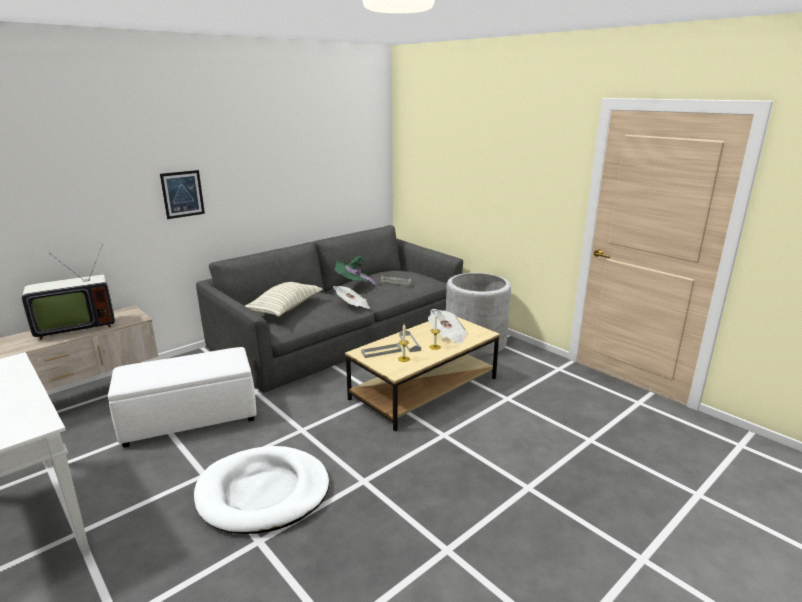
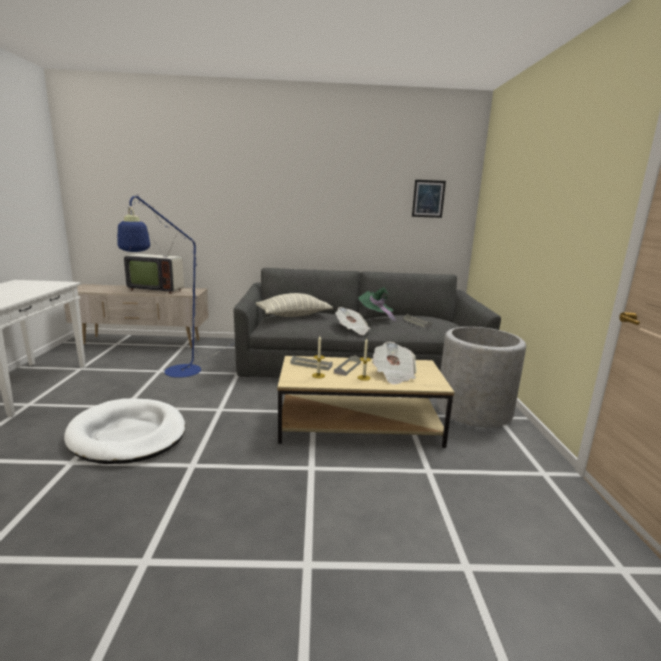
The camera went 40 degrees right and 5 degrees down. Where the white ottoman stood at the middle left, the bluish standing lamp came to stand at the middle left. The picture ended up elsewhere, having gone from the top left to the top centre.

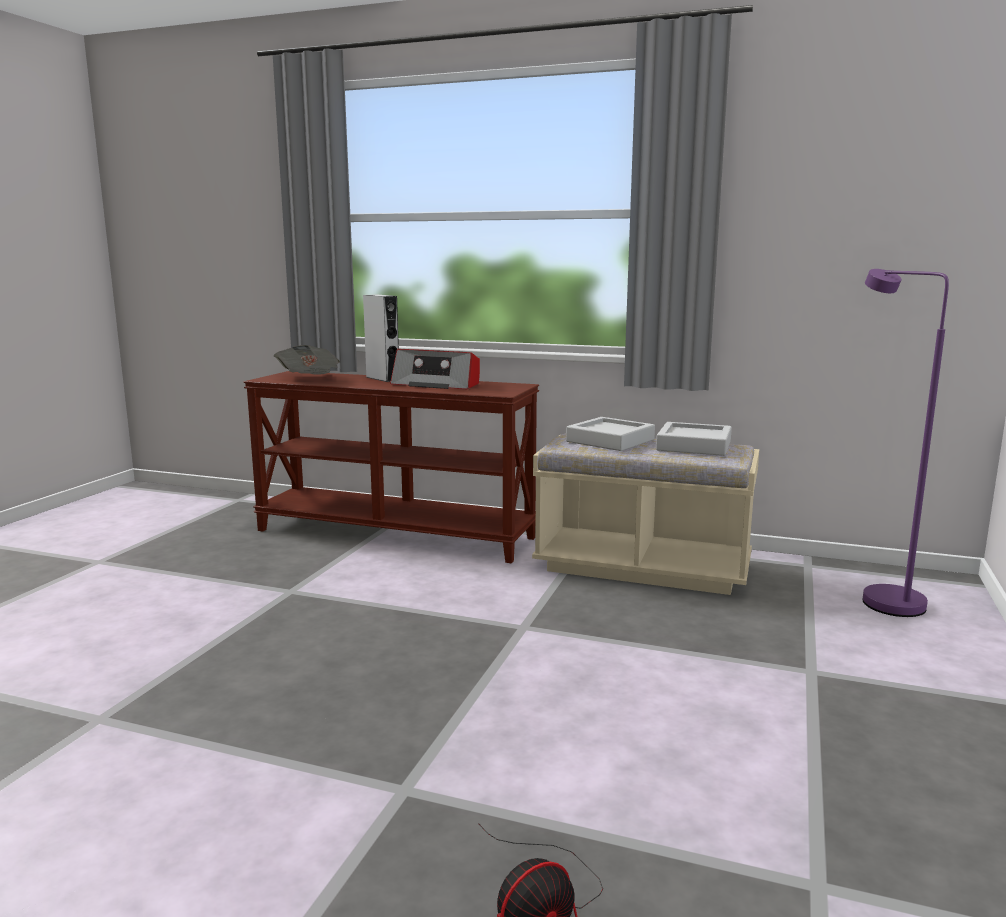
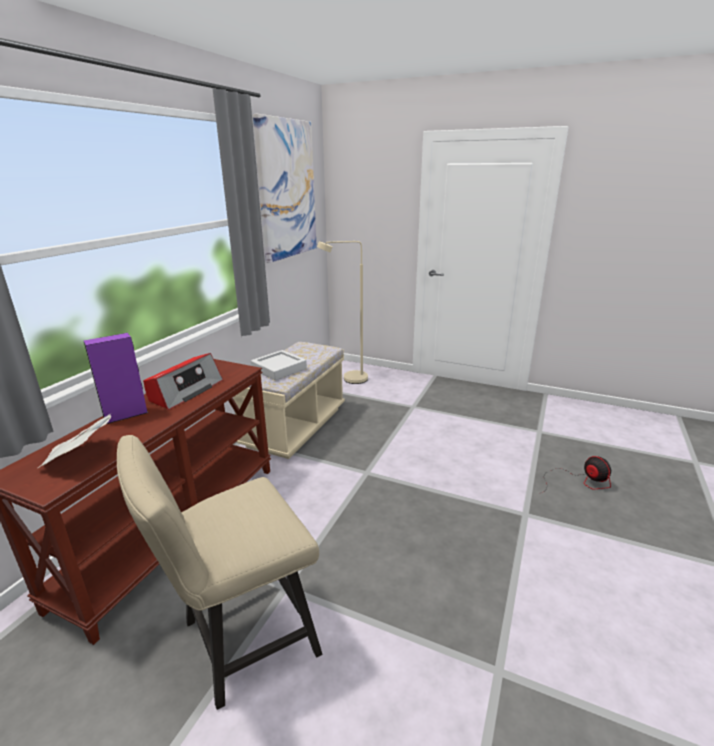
The camera went 85 degrees left and 10 degrees up. What was the greyish speaker at the centre turned into the purplish speaker at the middle left. The second view gained the beige chair at the bottom left. The second view gained the picture at the top centre. What was the purplish standing lamp at the middle right turned into the beige standing lamp at the centre. The second view lost the greyish serving tray (no. 2 from left) at the middle right.

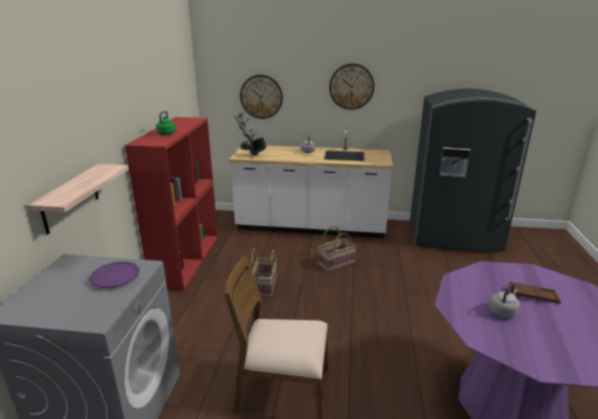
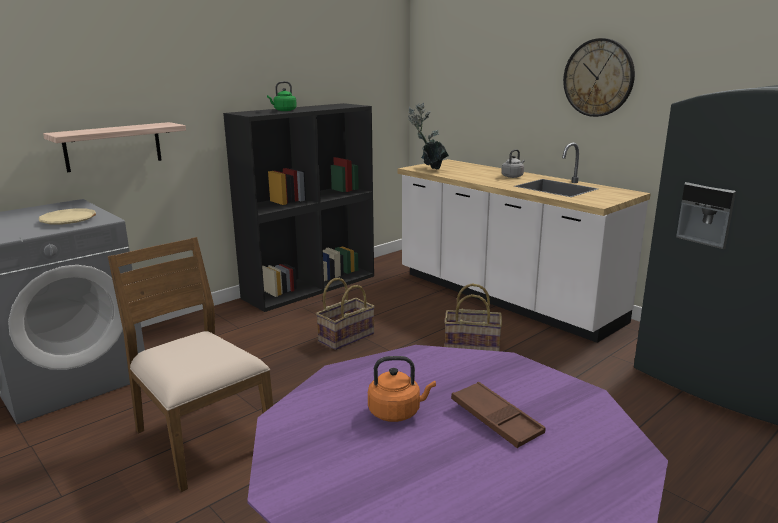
The camera went 40 degrees right and 5 degrees down. What was the purplish dinner plate at the middle left turned into the beige dinner plate at the middle left. What was the reddish shelving unit at the middle left turned into the black shelving unit at the centre. What was the greyish kettle (no. 2 from left) at the bottom right turned into the orangey kettle at the bottom centre. The second view lost the clock on the wall (no. 1 from left) at the top centre.

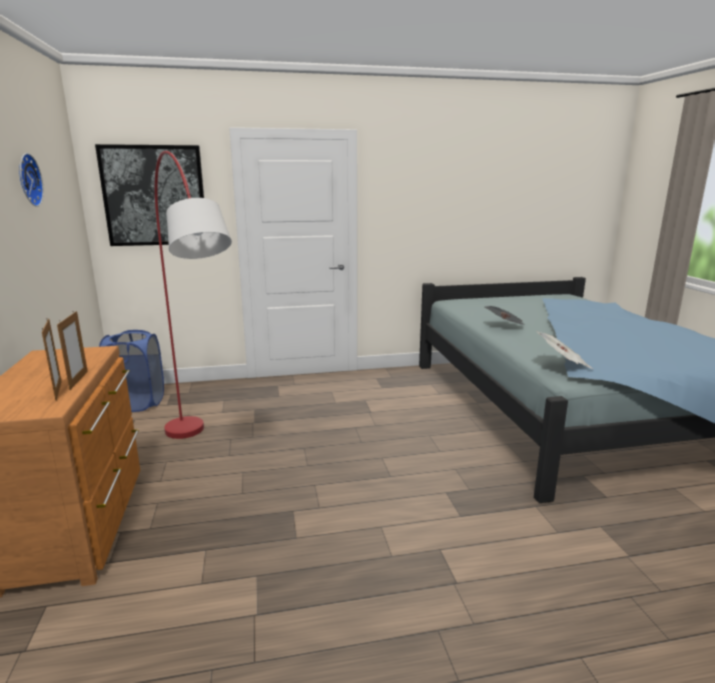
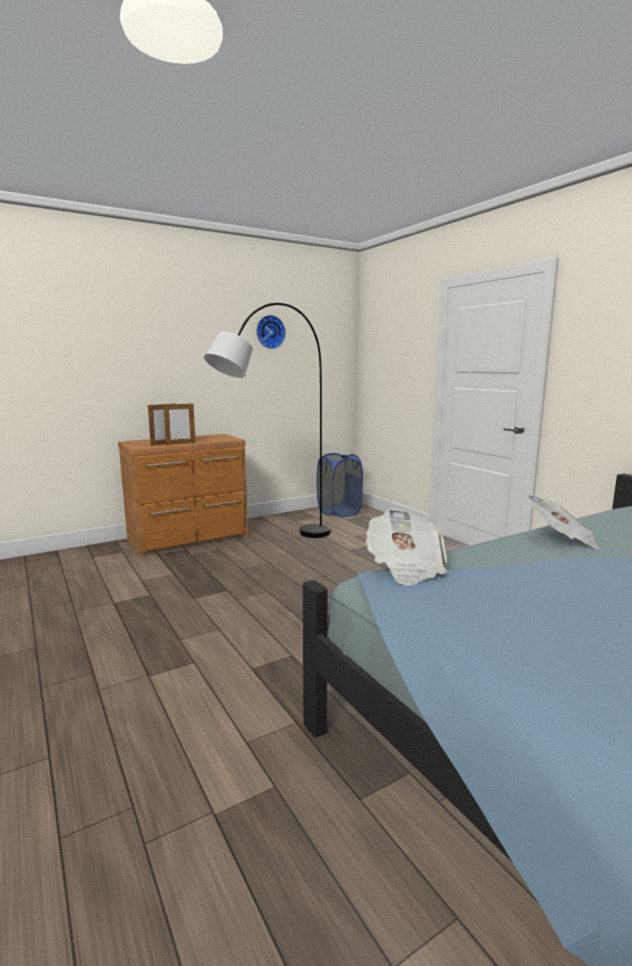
The camera went 70 degrees right and 5 degrees down. What was the reddish standing lamp at the middle left turned into the greyish standing lamp at the centre. The second view lost the picture at the top left.

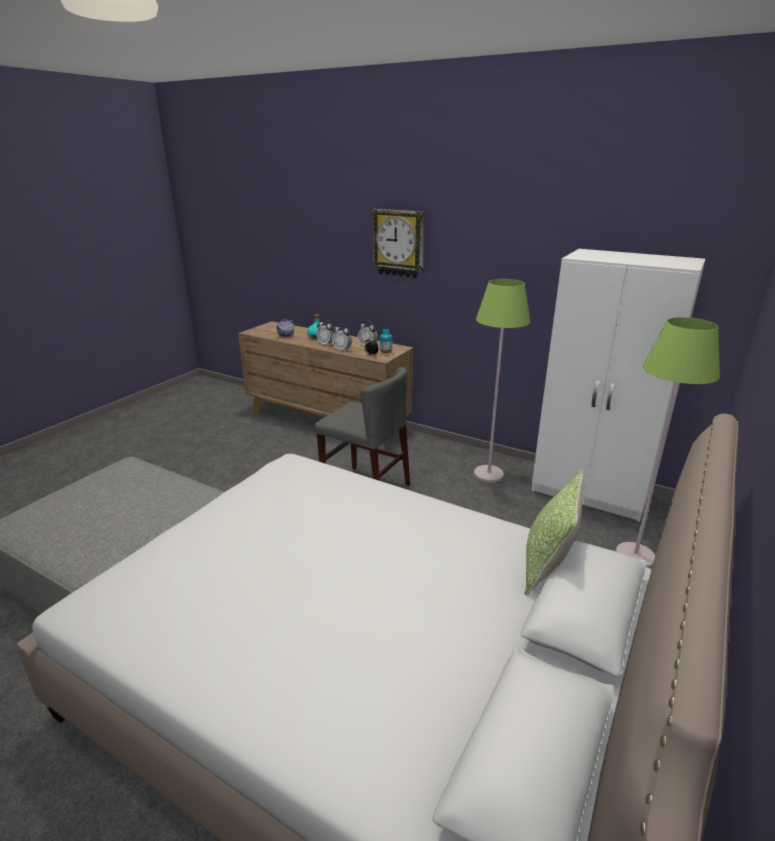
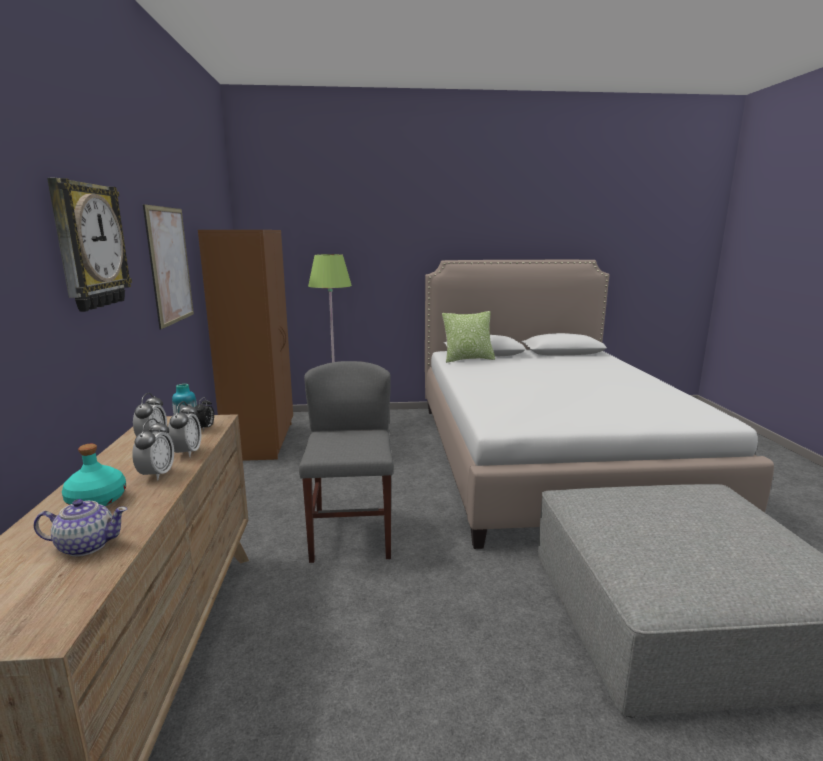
The camera went 125 degrees left and 10 degrees down. The second view gained the picture at the middle left. What was the white wardrobe at the middle right turned into the brown-coloured wardrobe at the middle left. The second view lost the greenish standing lamp (no. 1 from left) at the centre.

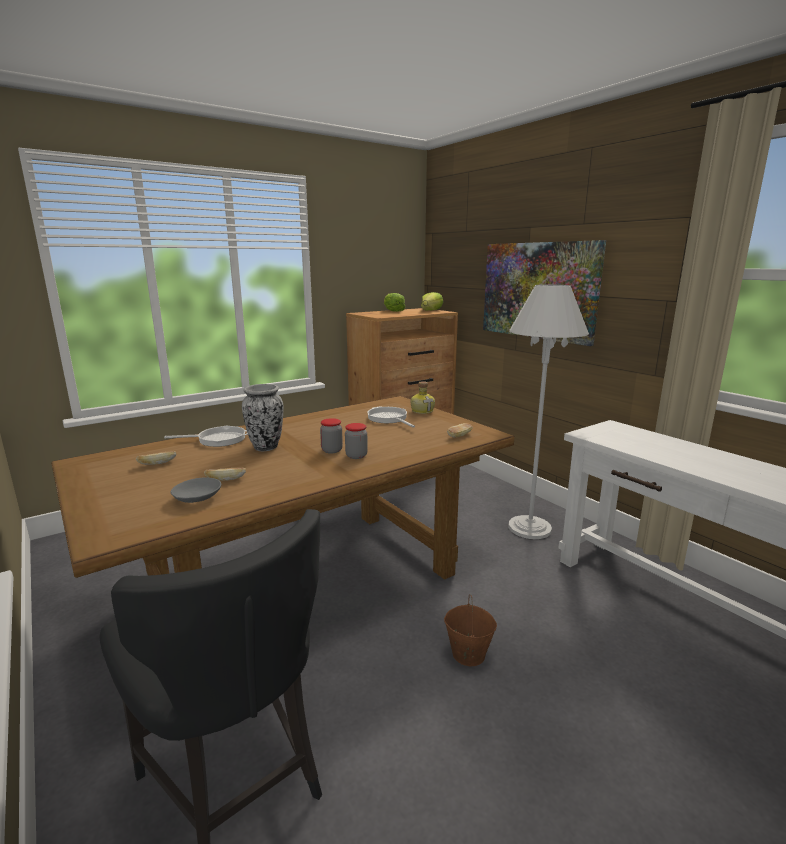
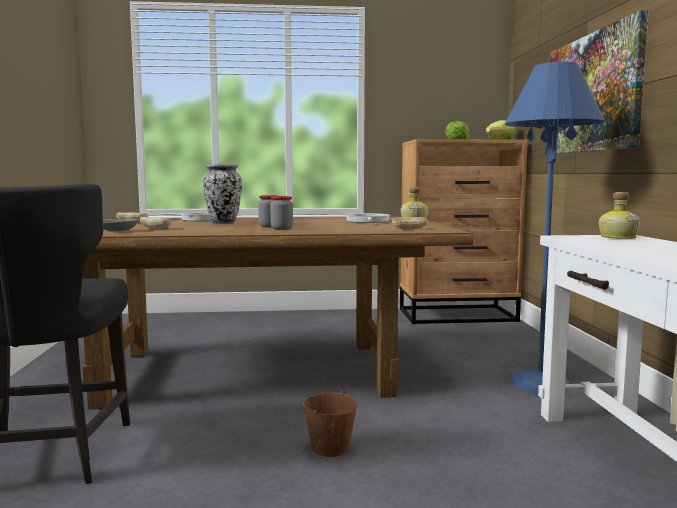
The camera went 30 degrees right and 10 degrees down. What was the white standing lamp at the middle right turned into the bluish standing lamp at the middle right. The second view gained the bottle (no. 2 from left) at the middle right.

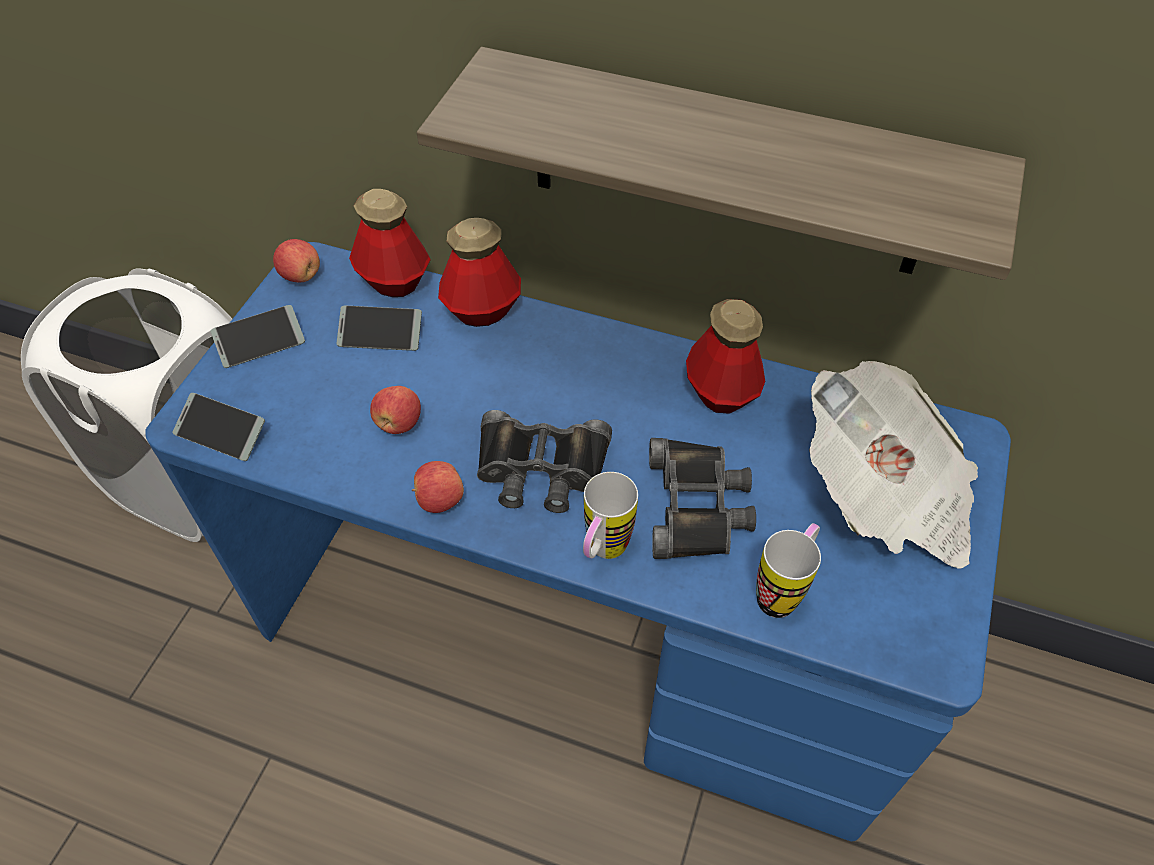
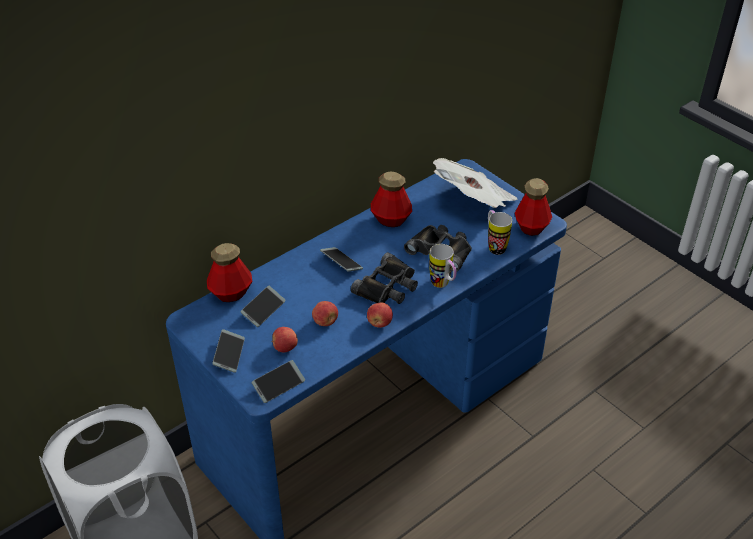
The camera went 60 degrees left and 10 degrees down. The apple (no. 1 from left) ended up elsewhere, having gone from the top left to the centre. The second view gained the telephone (no. 4 from left) at the centre. The bottle (no. 2 from left in the first image) ended up elsewhere, having gone from the top centre to the middle right. The second view lost the shelf at the top centre.

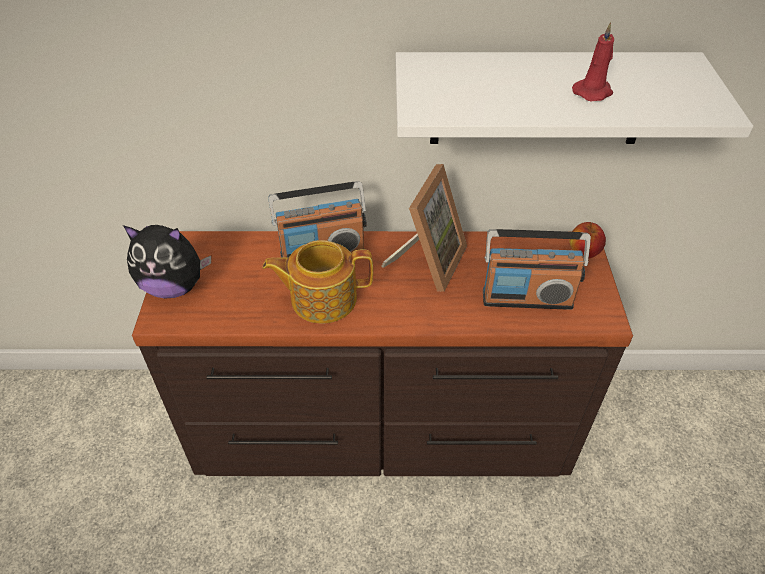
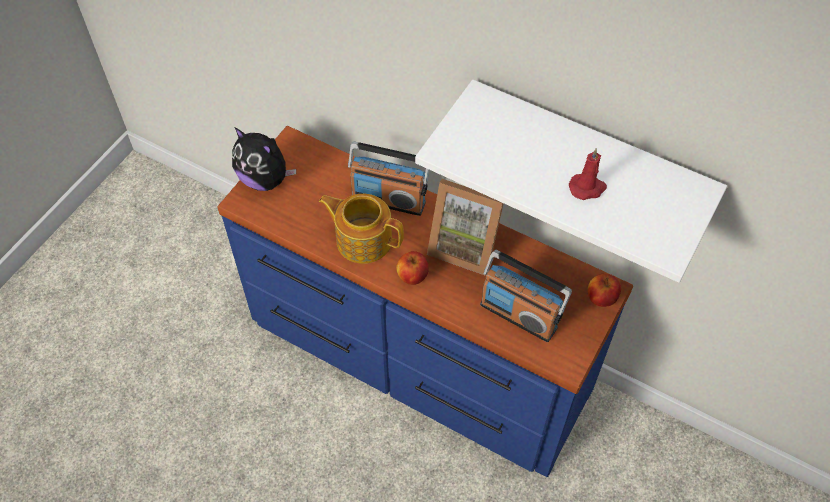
The camera went 30 degrees right and 10 degrees up. What was the brown-coloured drawer chest at the centre turned into the bluish drawer chest at the centre. The second view gained the apple (no. 1 from left) at the centre. The standing frame at the centre ended up facing another way, 60 degrees clockwise from before.

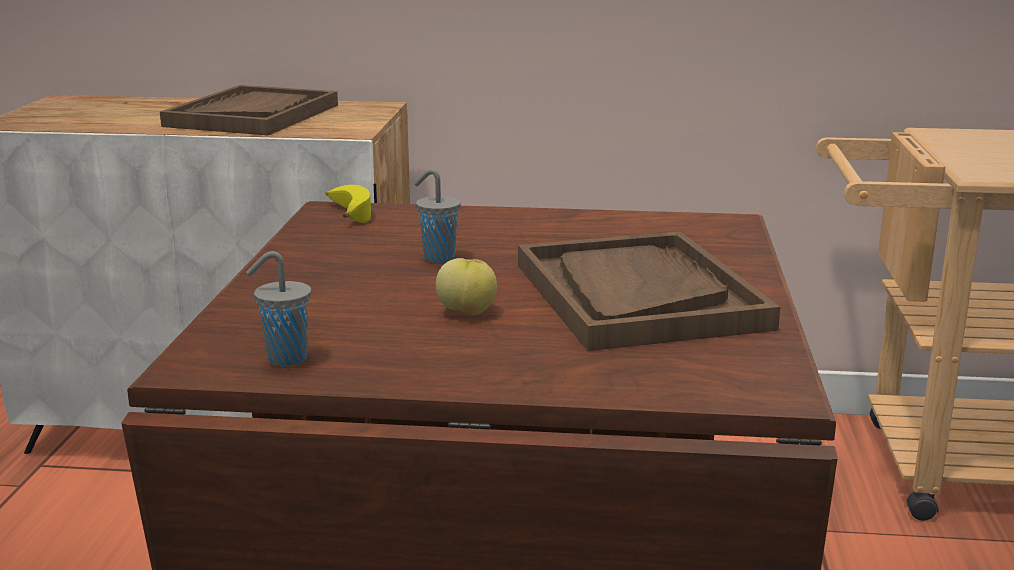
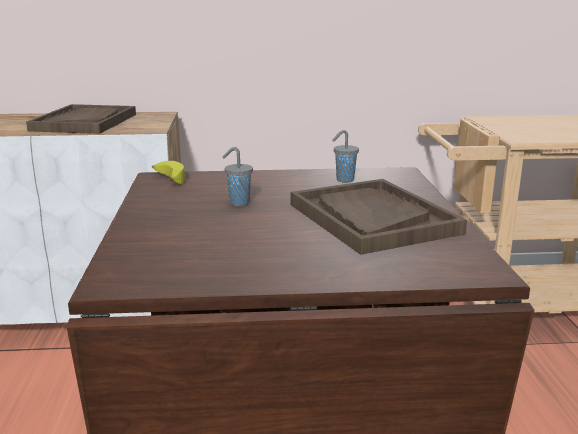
The camera went 10 degrees left and 0 degrees up. The greyish cup (no. 1 from left in the first image) ended up elsewhere, having gone from the middle left to the centre. The second view lost the apple at the centre.

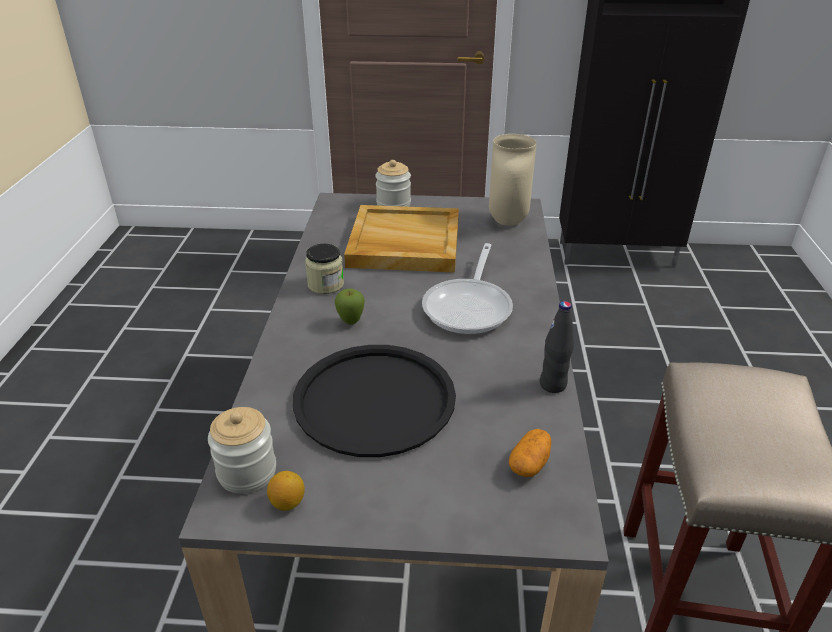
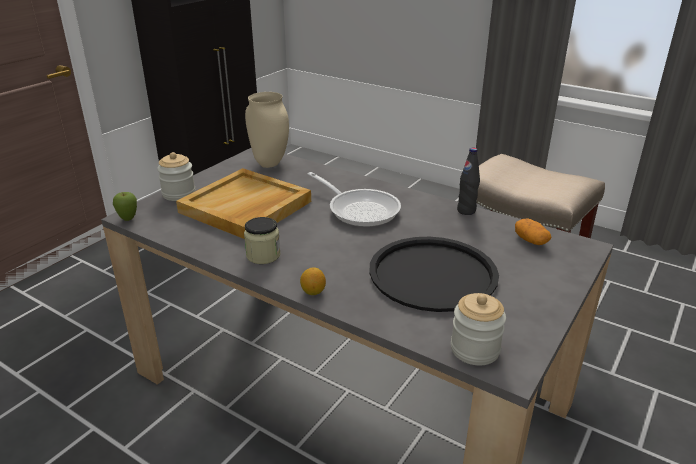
The camera went 60 degrees left and 5 degrees down. The apple ended up elsewhere, having gone from the centre to the middle left. The lemon ended up elsewhere, having gone from the bottom centre to the centre.

